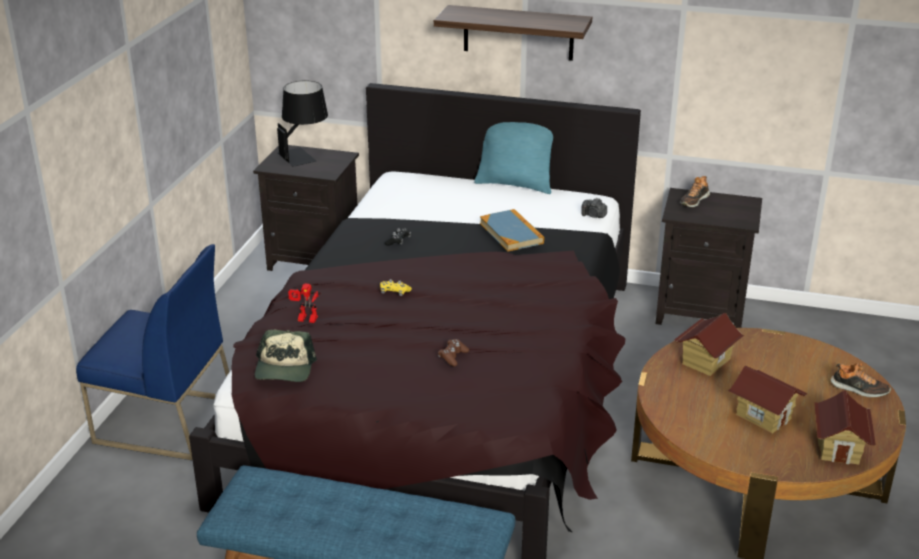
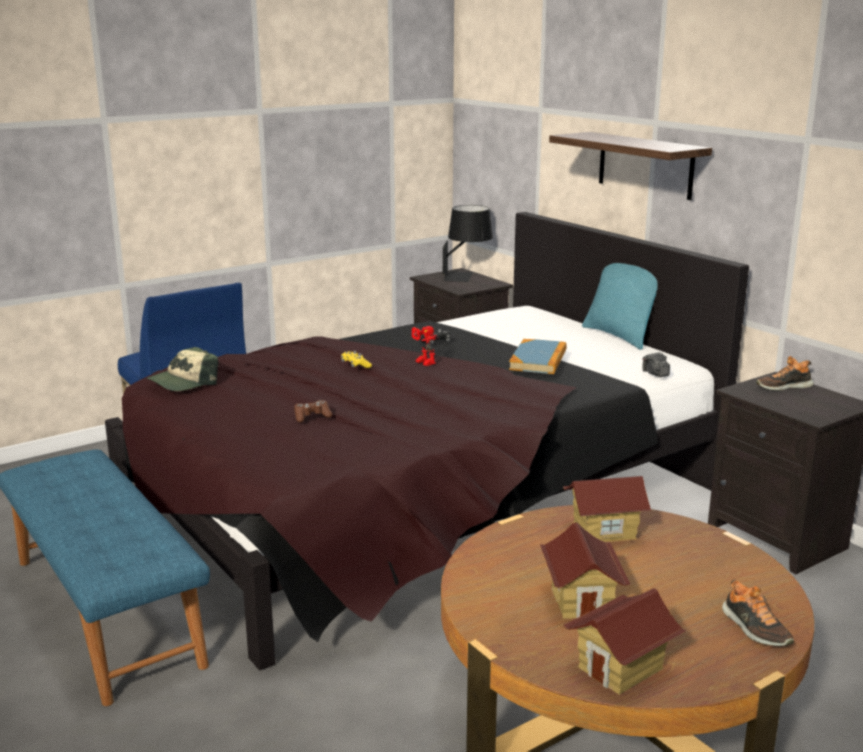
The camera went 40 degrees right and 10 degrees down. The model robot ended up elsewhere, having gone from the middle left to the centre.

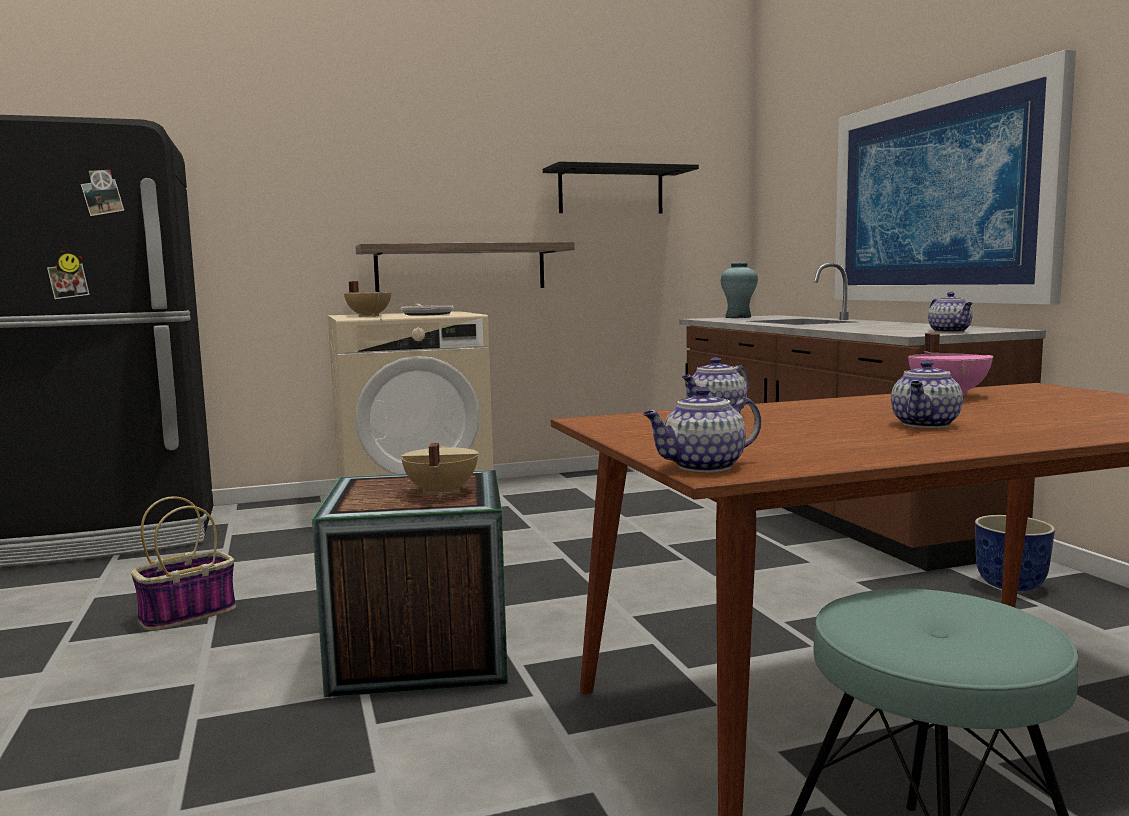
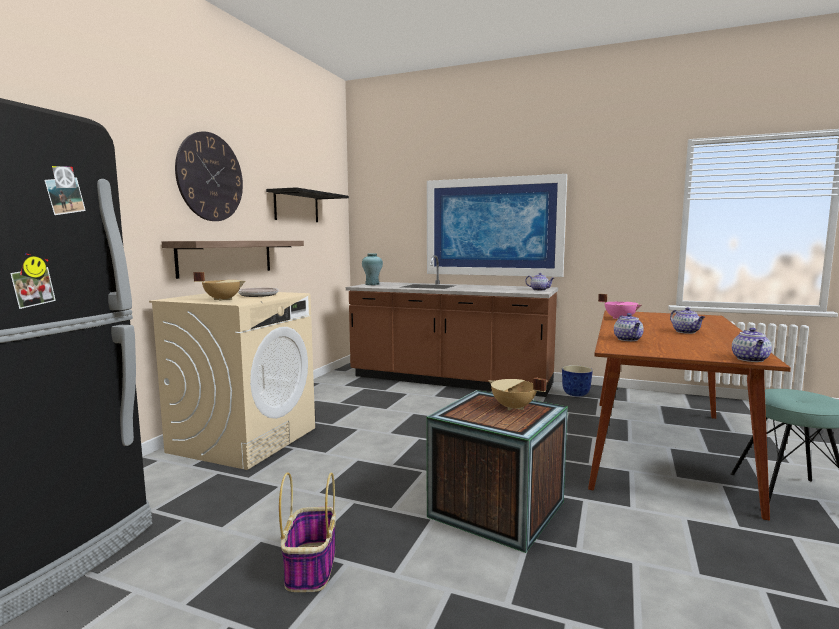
The camera went 50 degrees left and 0 degrees up. The second view gained the clock on the wall at the top left.

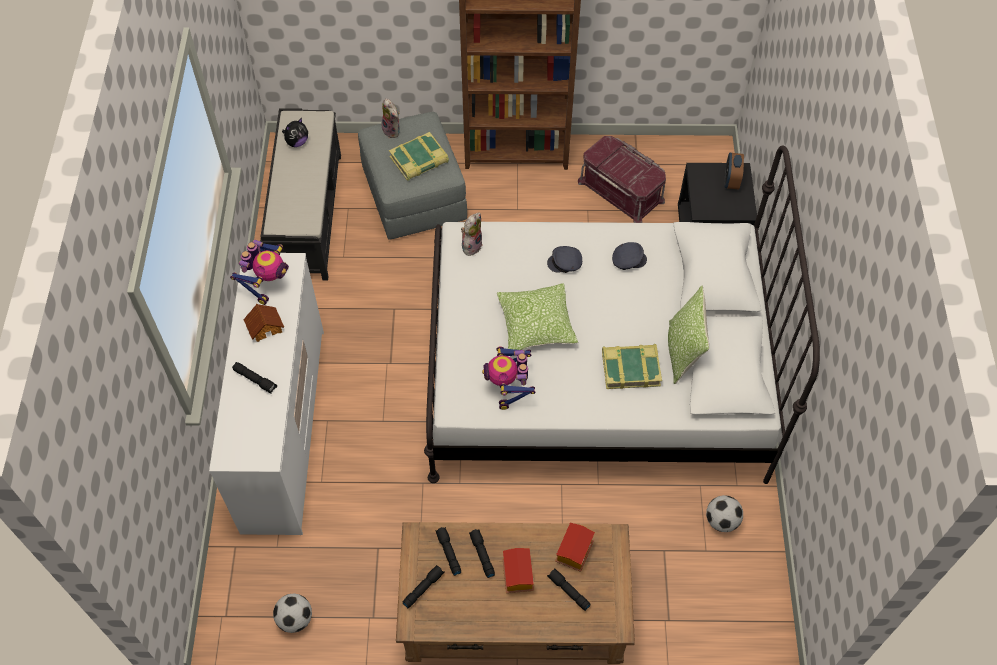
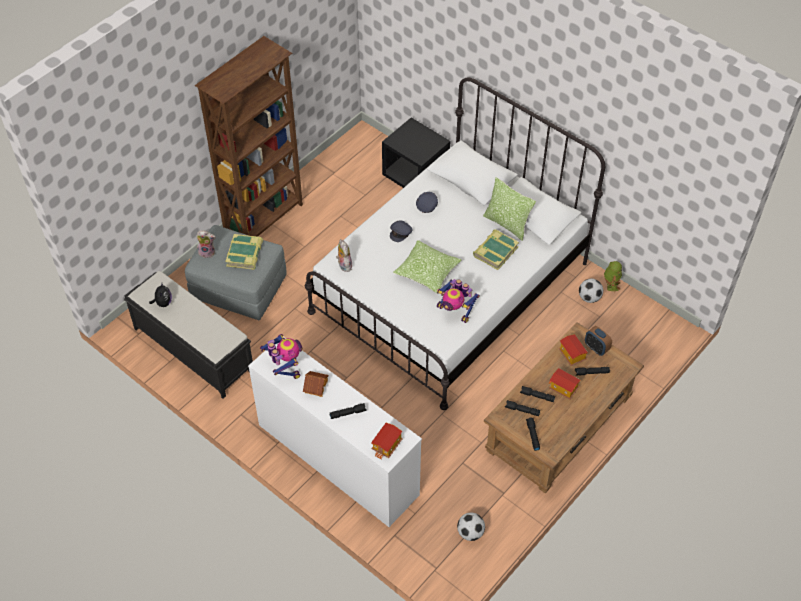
The camera went 50 degrees left and 5 degrees down. The second view gained the model house (no. 2 from left) at the bottom centre. The bedside clock ended up elsewhere, having gone from the top right to the middle right. The second view gained the model robot (no. 3 from left) at the middle right. The second view lost the reddish storage container at the top centre.

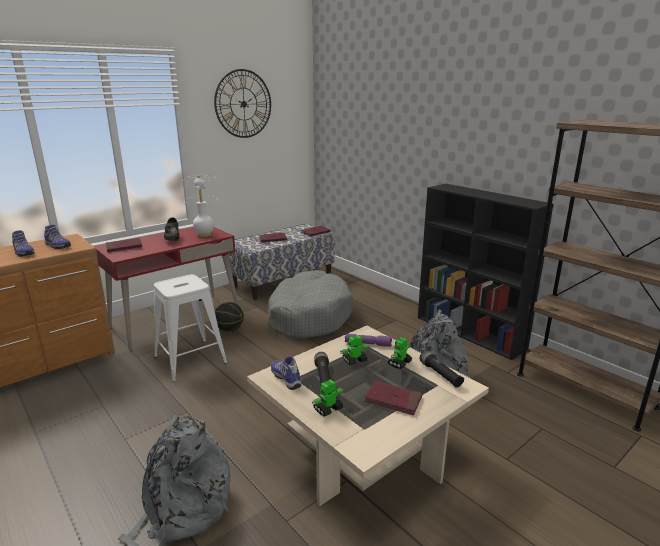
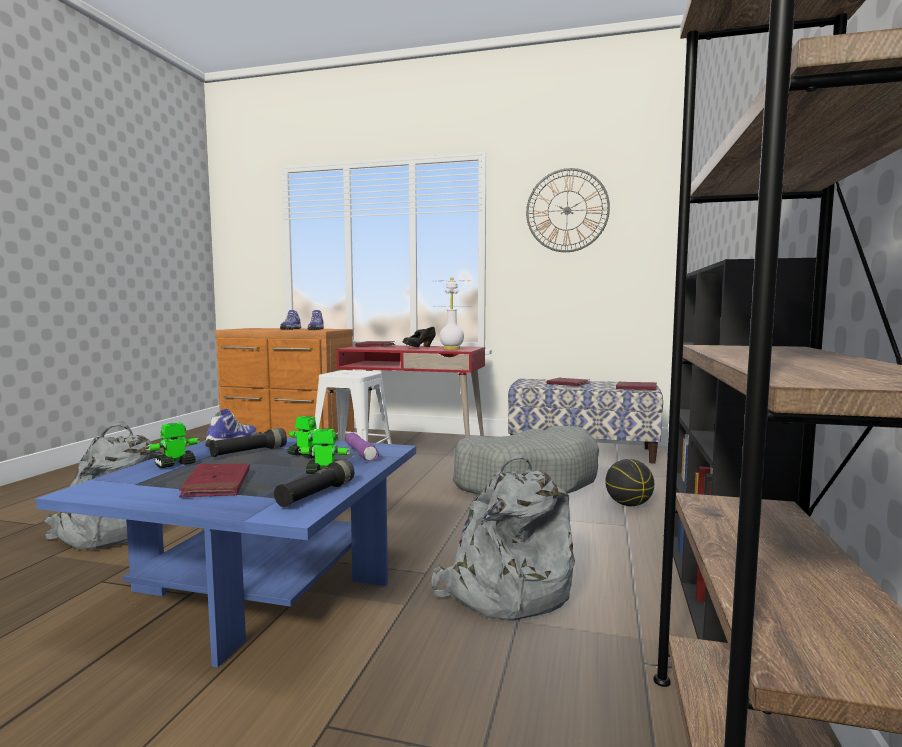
The camera went 55 degrees right and 15 degrees down. What was the beige low table at the bottom centre turned into the bluish low table at the bottom left. The model robot (no. 1 from left) at the bottom centre ended up facing another way, 60 degrees counterclockwise from before. The basketball ball ended up elsewhere, having gone from the centre to the middle right.

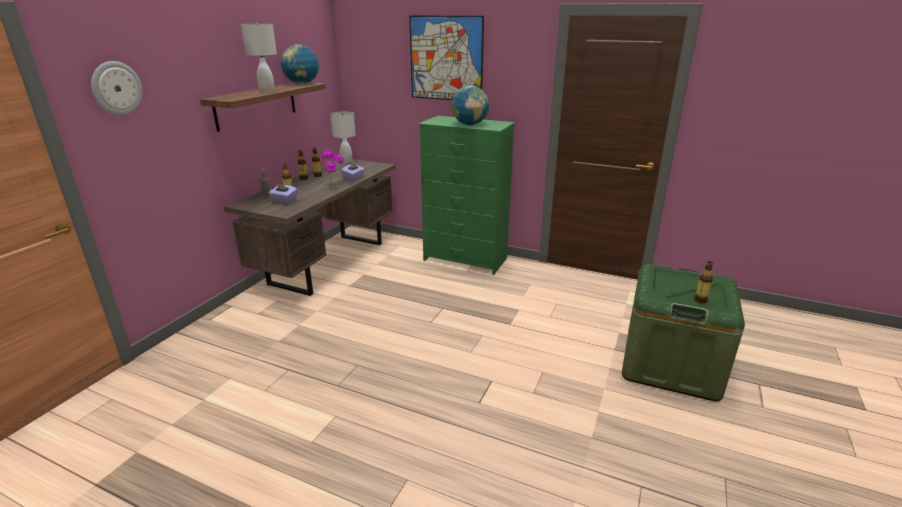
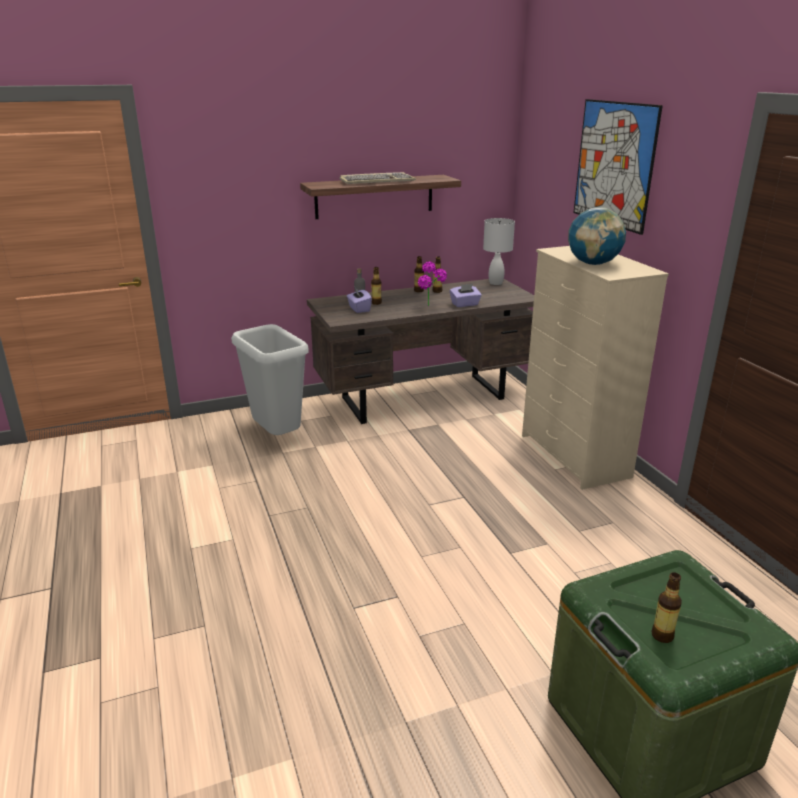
The camera went 45 degrees right and 0 degrees up. The second view gained the greyish trash can at the centre. Where the white table lamp (no. 1 from left) stood at the top left, the computer keyboard came to stand at the top centre. What was the greenish drawer chest at the centre turned into the beige drawer chest at the middle right. The second view lost the clock on the wall at the top left. The second view lost the globe (no. 1 from left) at the top left.

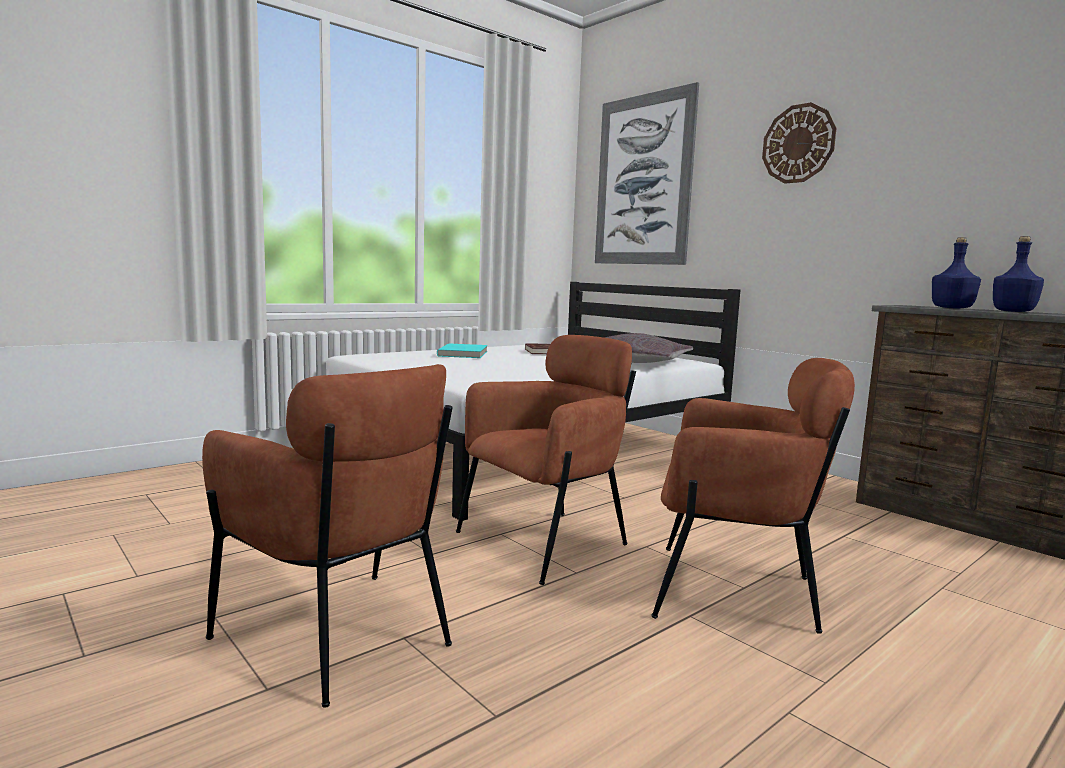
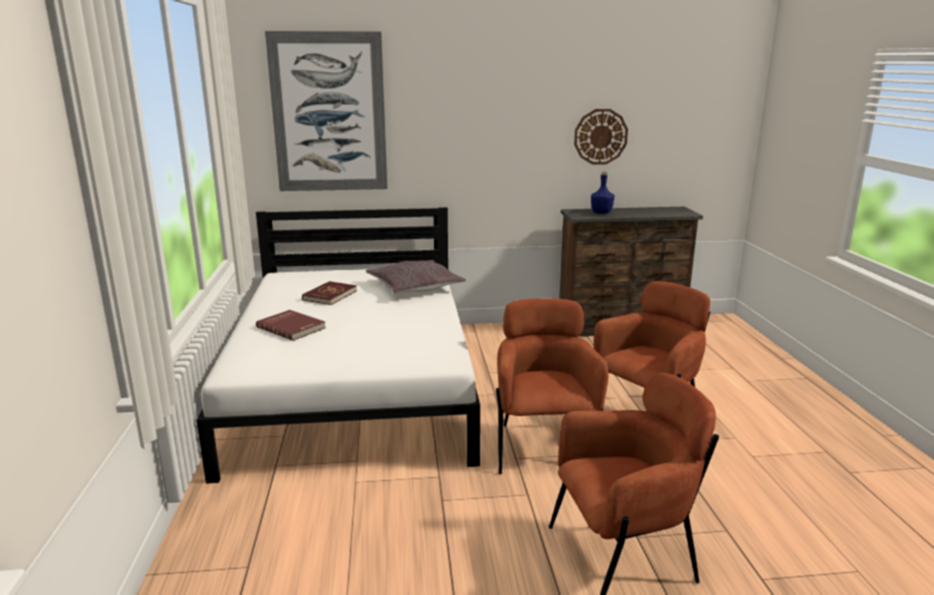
The camera went 55 degrees left and 10 degrees up. What was the blue-green bound book at the centre turned into the reddish bound book (no. 1 from left) at the middle left. The clock on the wall ended up elsewhere, having gone from the top right to the top centre. The second view lost the bluish bottle (no. 2 from left) at the middle right.

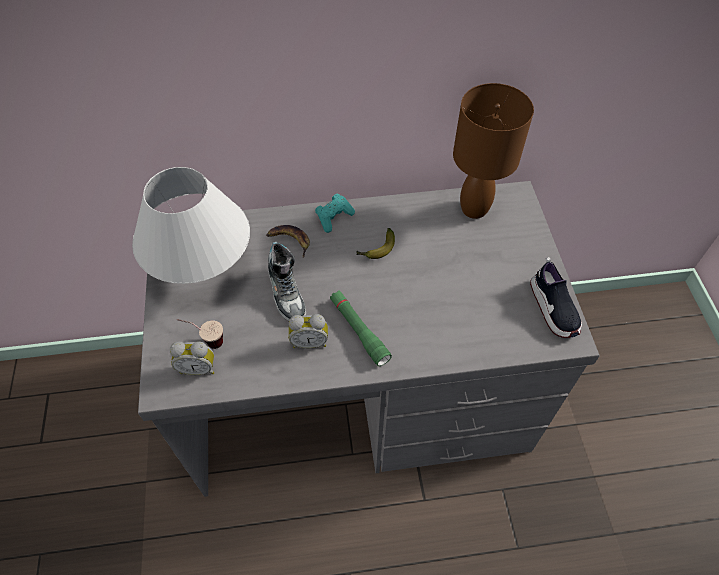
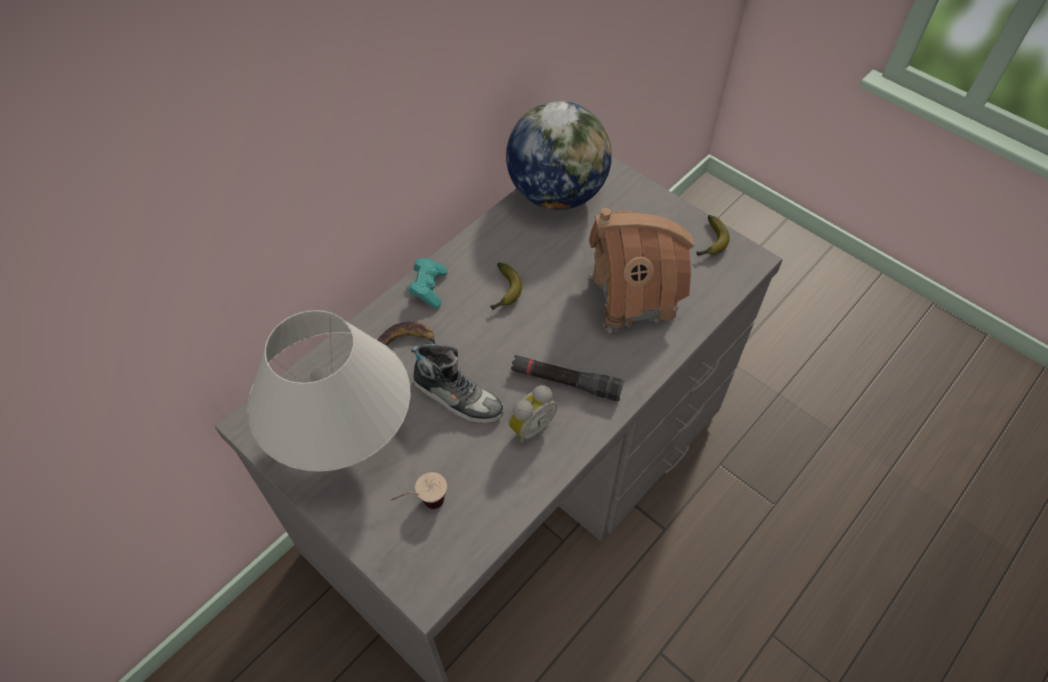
The camera went 40 degrees left and 0 degrees up. Where the brown-coloured table lamp stood at the top right, the globe came to stand at the top centre. What was the greenish hand torch at the centre turned into the black hand torch at the centre. The second view gained the model house at the centre. Where the low shoe (no. 2 from left) stood at the middle right, the banana (no. 3 from left) came to stand at the middle right. The second view lost the bedside clock (no. 1 from left) at the middle left.

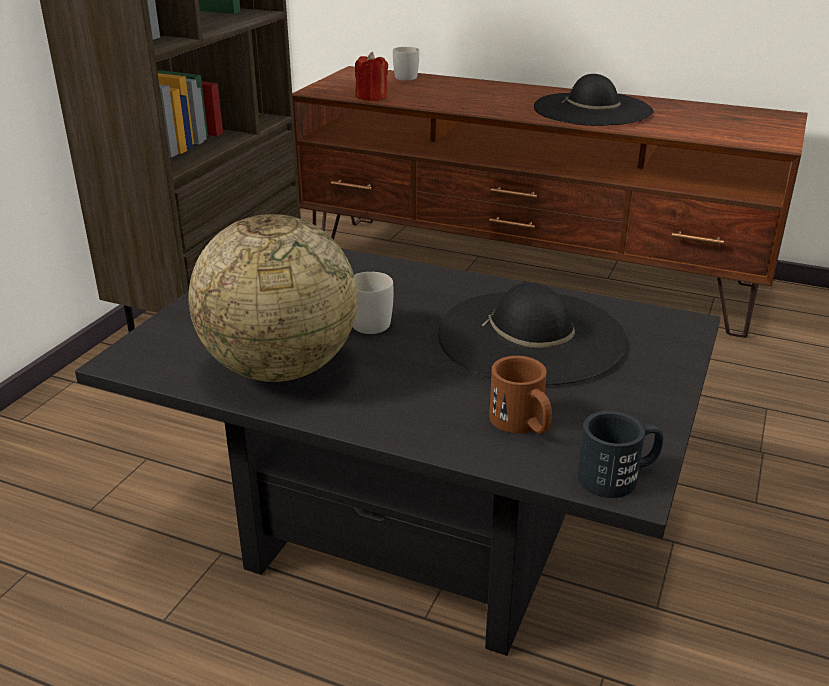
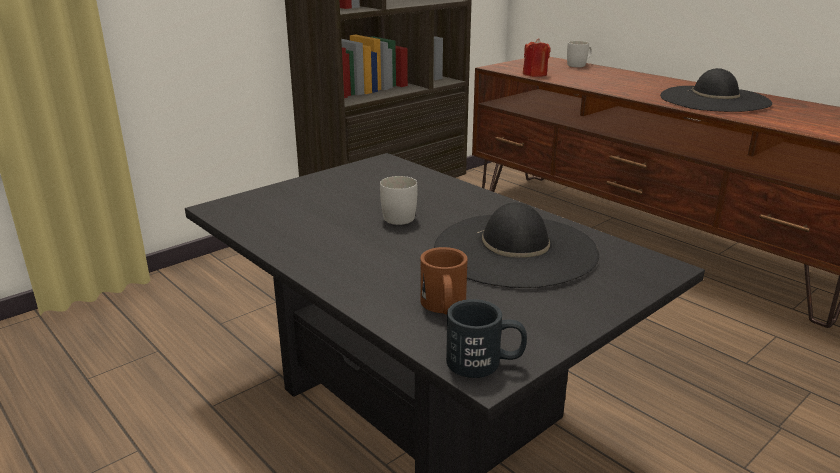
The camera went 25 degrees right and 5 degrees down. The second view lost the globe at the middle left.

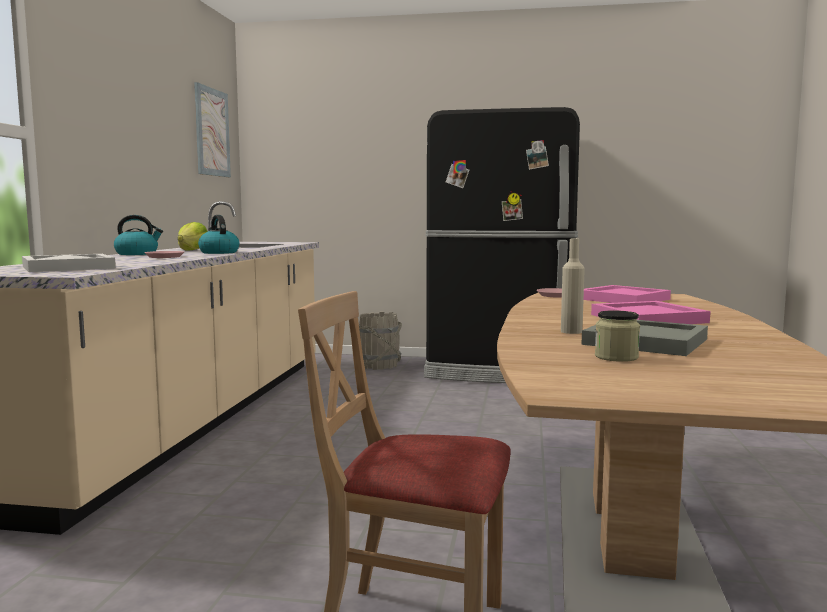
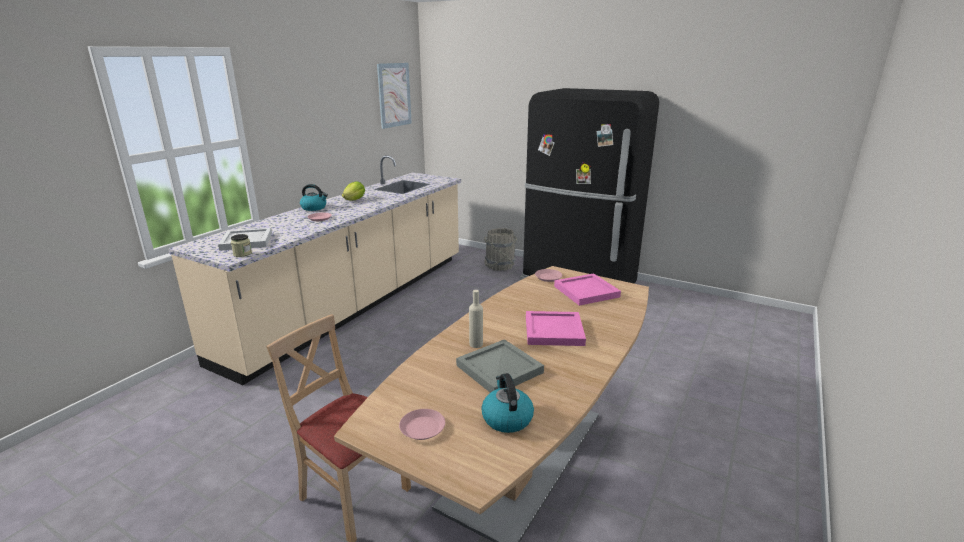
The camera went 20 degrees right and 15 degrees up. The preserve jar ended up elsewhere, having gone from the middle right to the middle left. The second view gained the pinkish dinner plate (no. 2 from left) at the bottom centre. The kettle (no. 2 from left) ended up elsewhere, having gone from the middle left to the bottom centre.

